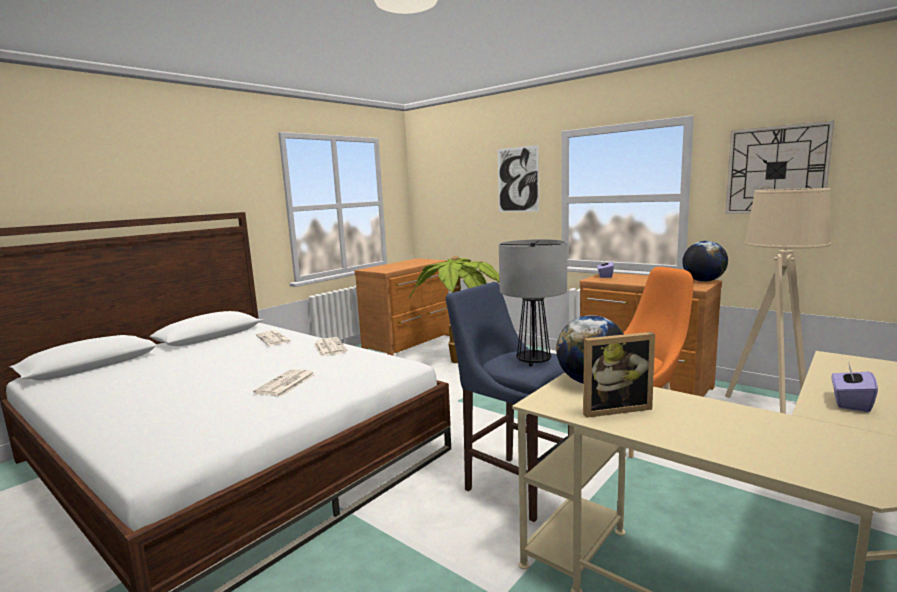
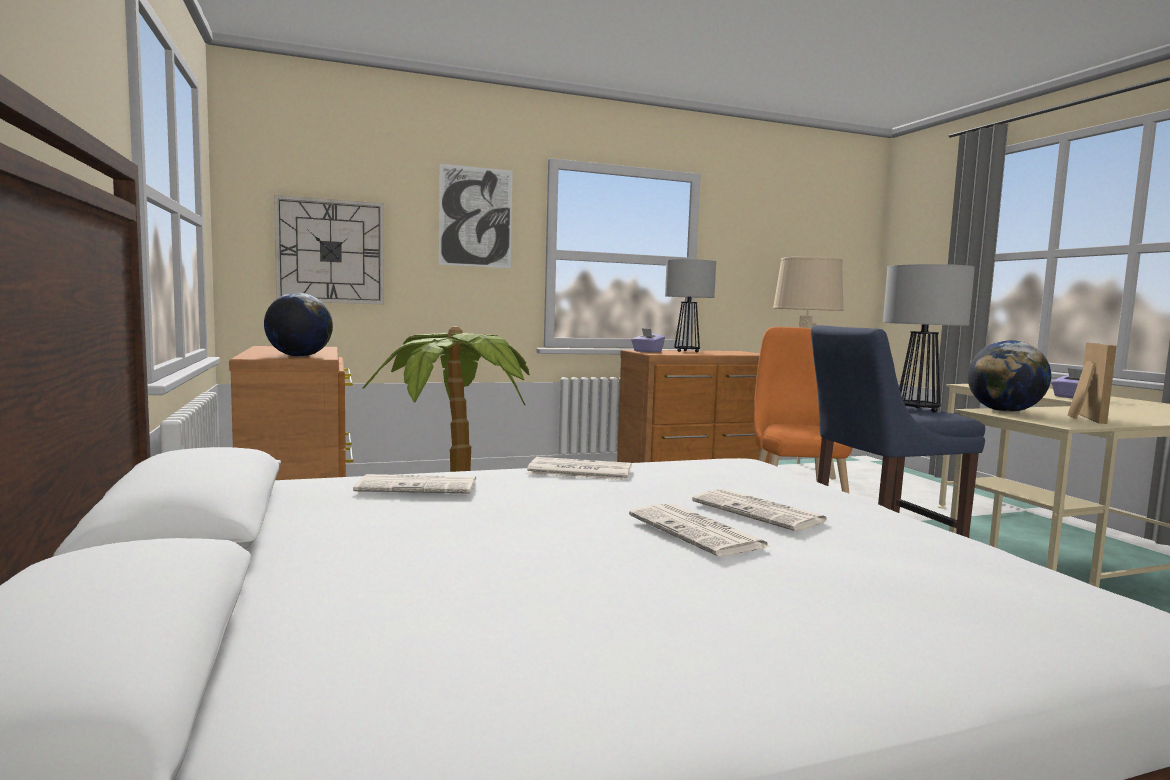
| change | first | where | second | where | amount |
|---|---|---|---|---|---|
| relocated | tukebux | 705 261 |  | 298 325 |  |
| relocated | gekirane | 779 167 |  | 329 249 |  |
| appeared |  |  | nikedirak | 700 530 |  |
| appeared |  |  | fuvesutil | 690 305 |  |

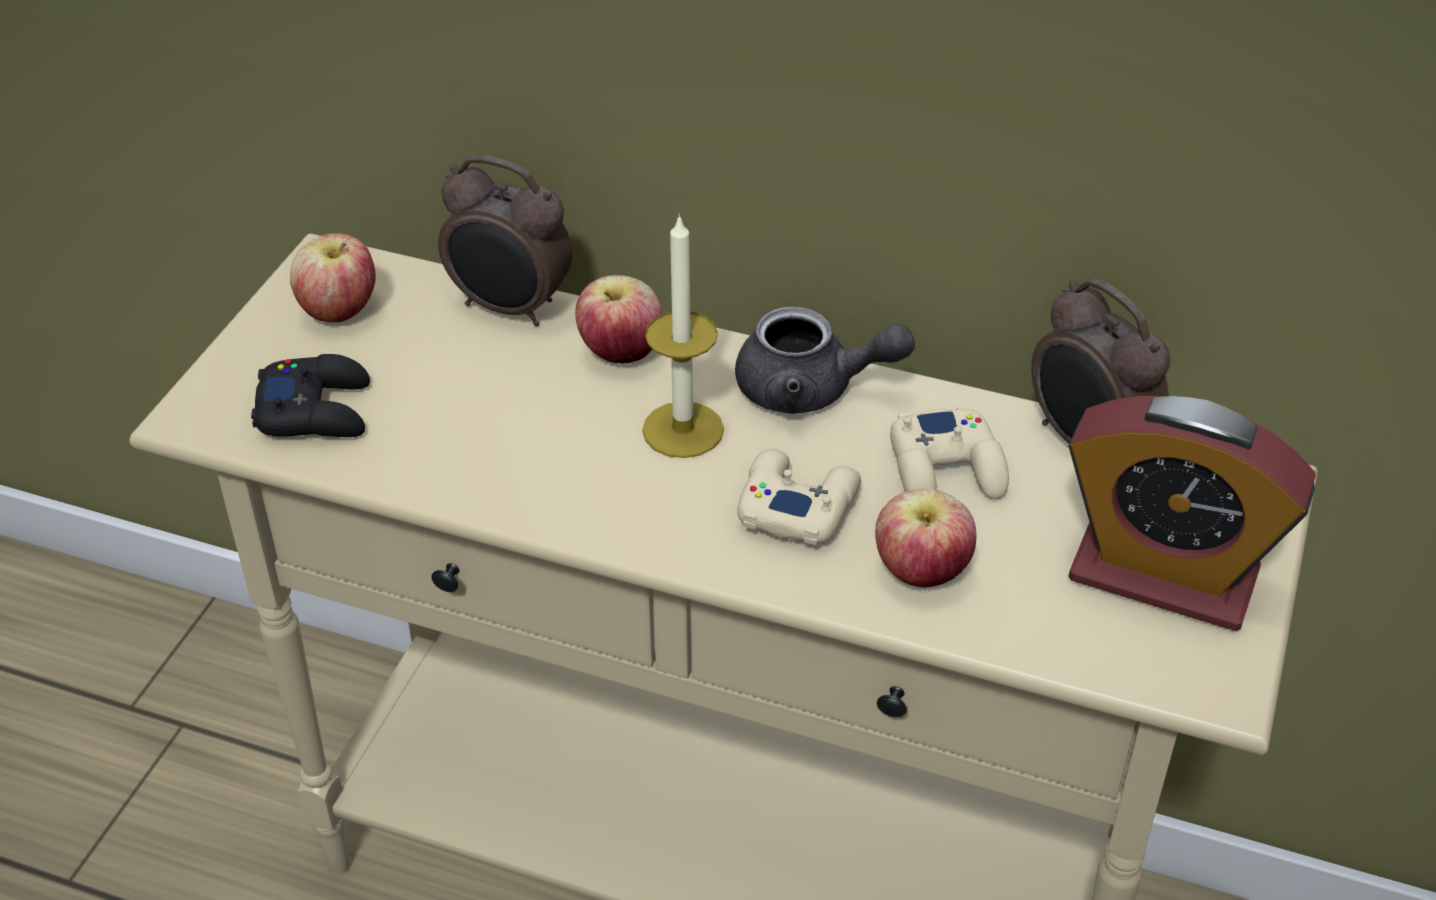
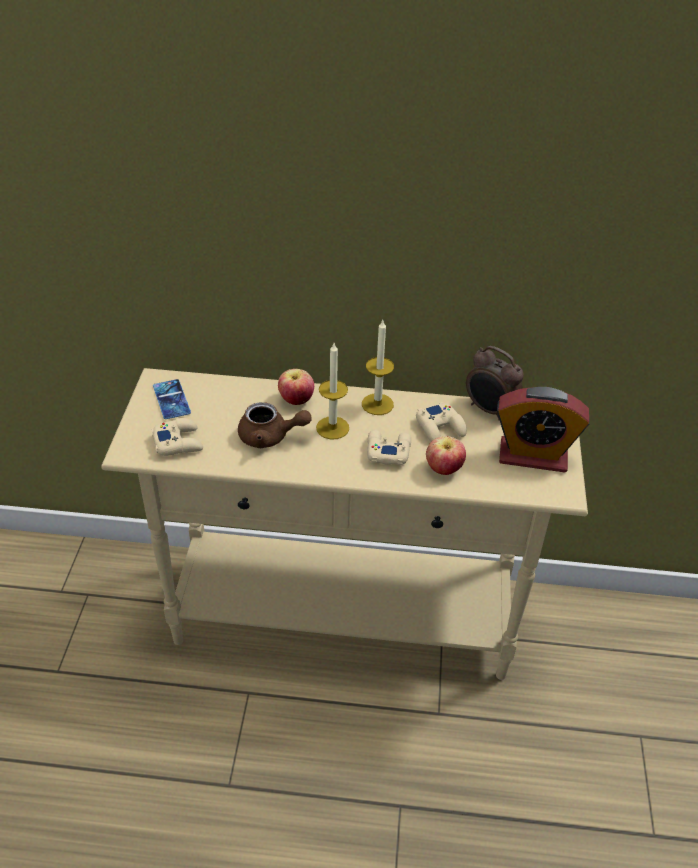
| change | first | where | second | where | amount |
|---|---|---|---|---|---|
| colour | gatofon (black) | 310 395 | gatofon (beige) | 177 437 |  |
| exchanged | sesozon | 333 277 | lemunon | 172 399 |  |
| appeared |  |  | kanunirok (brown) | 275 425 |  |
| exchanged | kanunirok (grey) | 825 360 | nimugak | 378 367 |  |
| missing | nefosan | 505 240 |  |  |  |

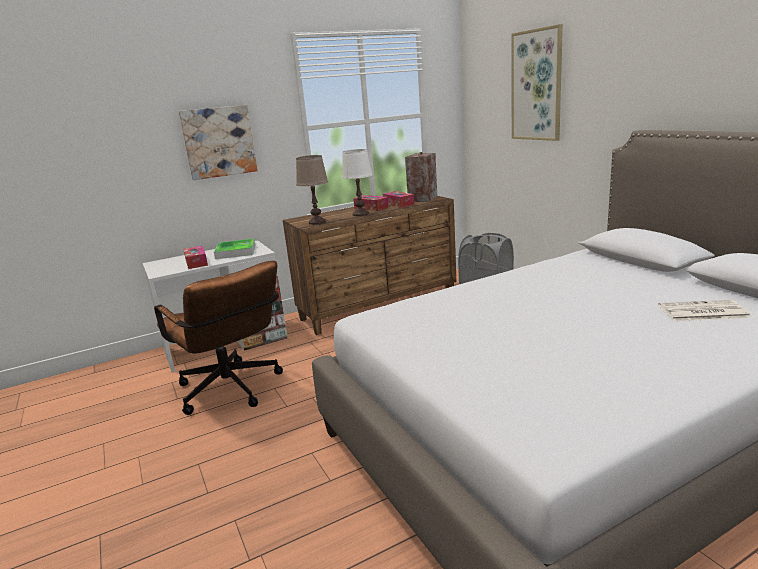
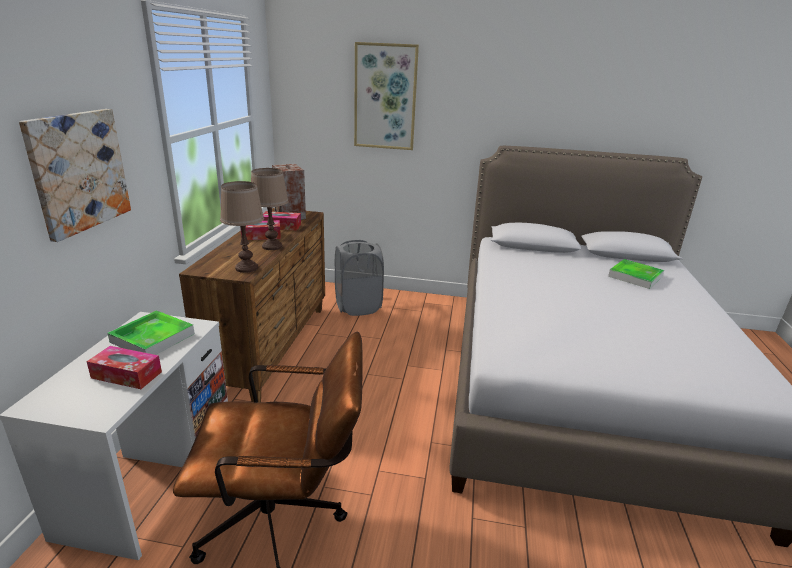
| change | first | where | second | where | amount |
|---|---|---|---|---|---|
| colour | fuvesutil (white) | 357 182 | fuvesutil (brown) | 270 209 |  |
| exchanged | nikedirak | 704 310 | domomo | 636 274 |  |

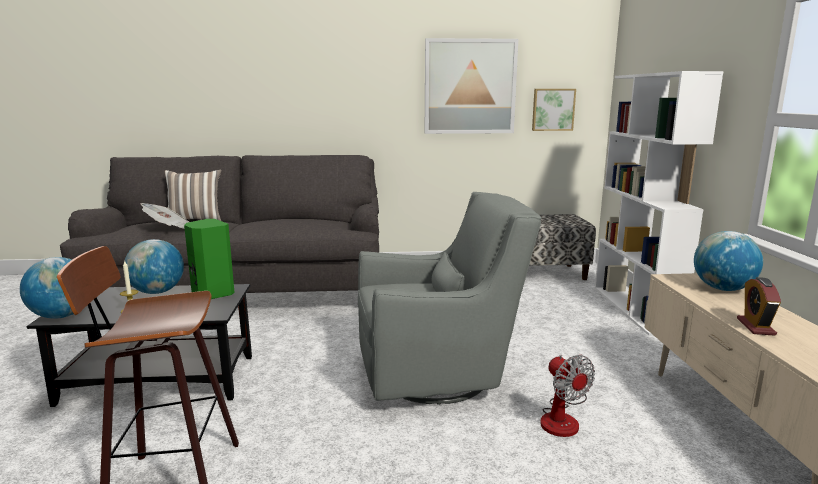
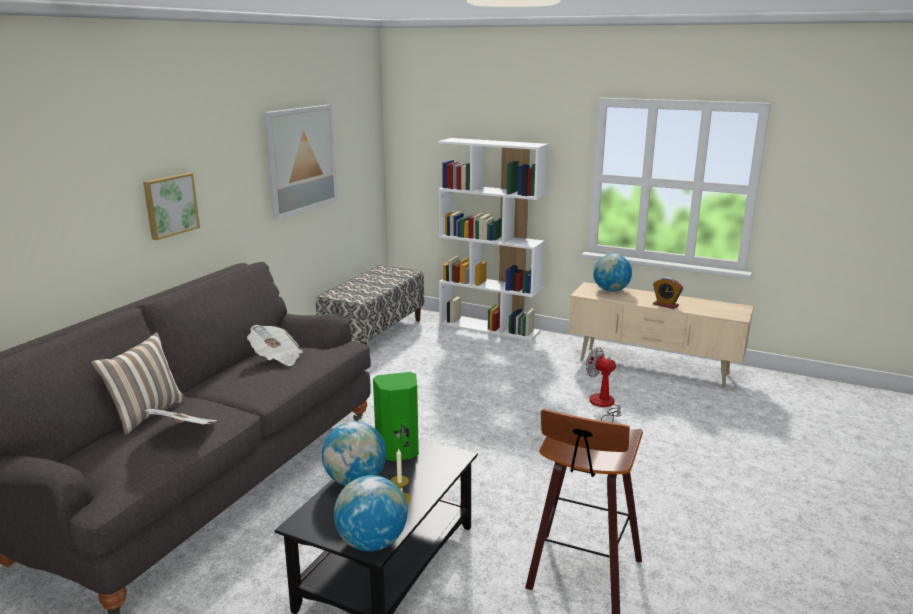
| change | first | where | second | where | amount |
|---|---|---|---|---|---|
| relocated | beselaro | 554 110 |  | 171 206 |  |
| appeared |  |  | nikedirak | 275 345 |  |
| spun | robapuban | 567 395 |  | 603 385 | 150 degrees counterclockwise |
| missing | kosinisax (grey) | 450 298 |  |  |  |

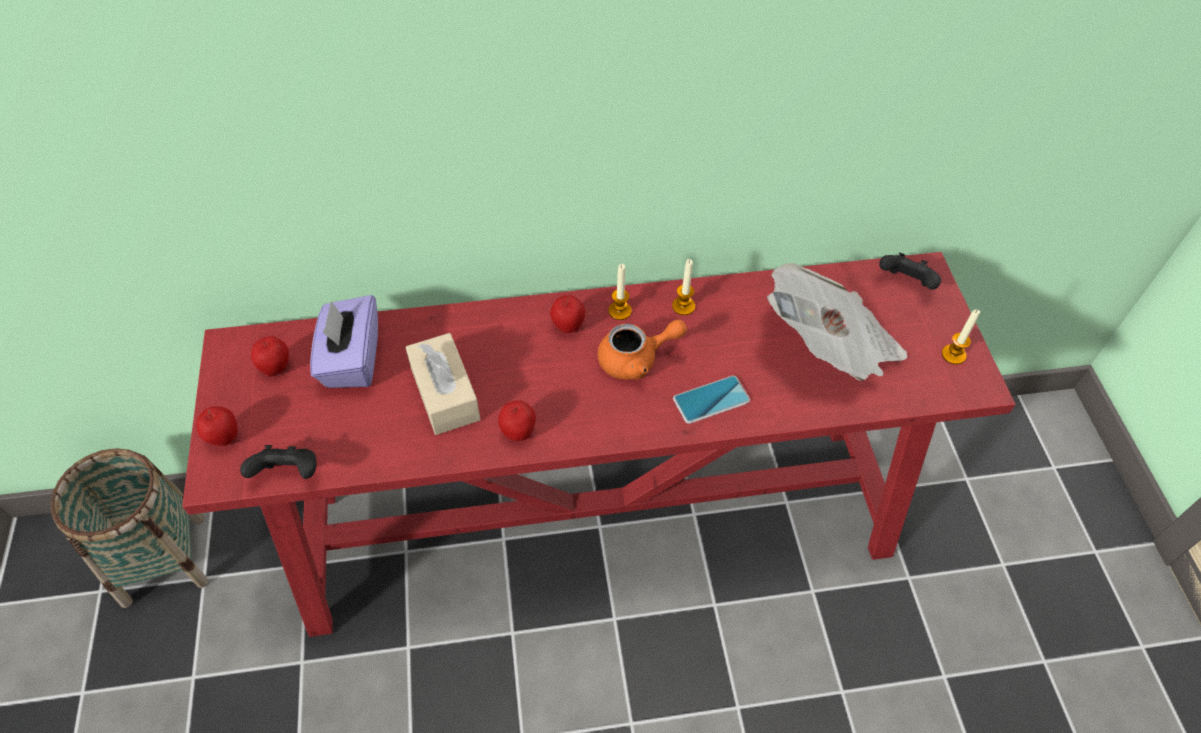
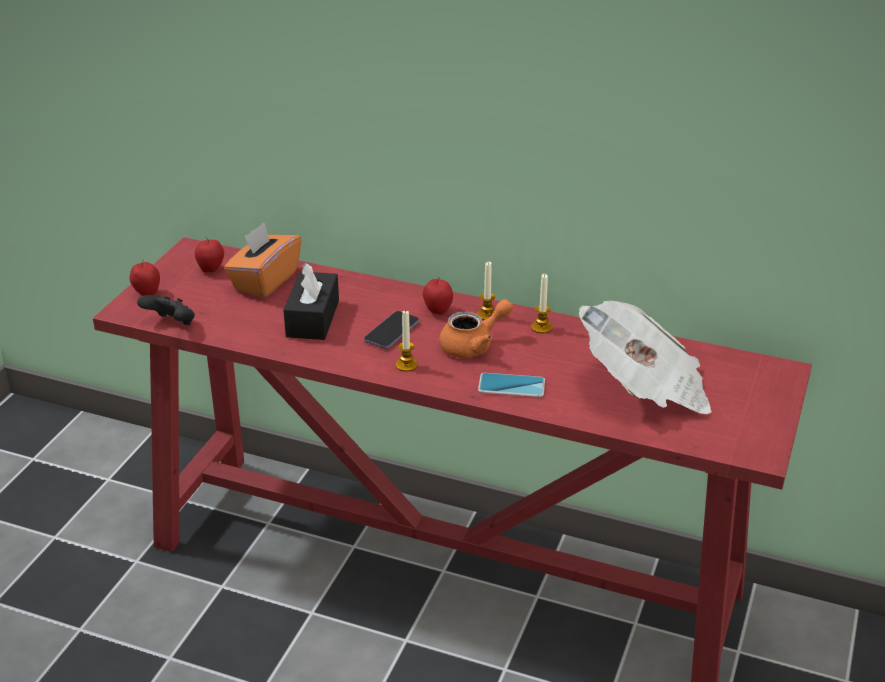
| change | first | where | second | where | amount |
|---|---|---|---|---|---|
| colour | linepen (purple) | 344 341 | linepen (orange) | 262 260 |  |
| colour | linepen (beige) | 443 384 | linepen (black) | 311 301 |  |
| appeared |  |  | lemunon | 391 330 |  |
| relocated | nimugak | 961 337 |  | 407 341 |  |
| spun | kanunirok (orange) | 642 349 |  | 476 328 | 45 degrees counterclockwise |
| missing | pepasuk | 129 528 |  |  |  |
| missing | sesozon | 517 420 |  |  |  |
| missing | gatofon (black) | 910 271 |  |  |  |

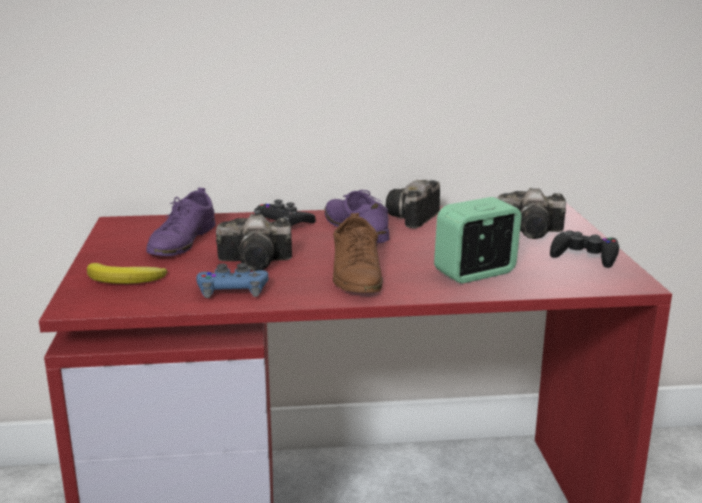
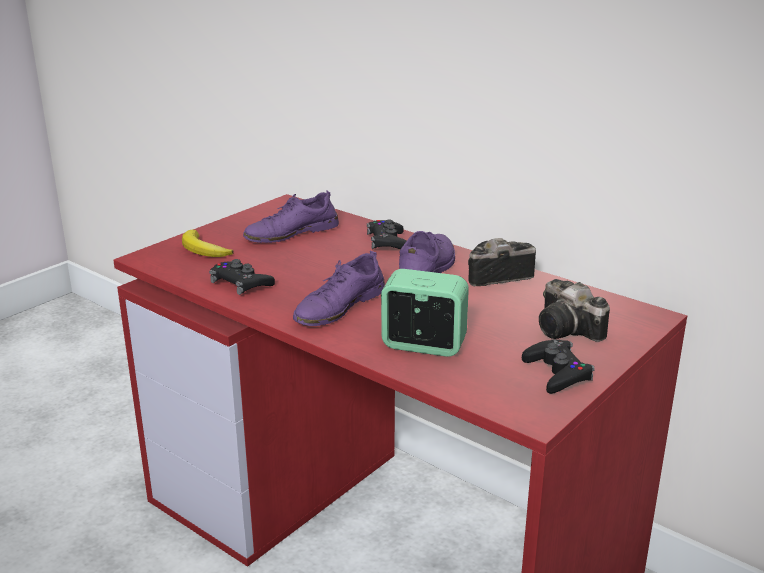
| change | first | where | second | where | amount |
|---|---|---|---|---|---|
| colour | gatofon (blue) | 232 280 | gatofon (black) | 242 277 |  |
| colour | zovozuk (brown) | 358 253 | zovozuk (purple) | 339 288 |  |
| missing | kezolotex | 254 242 |  |  |  |

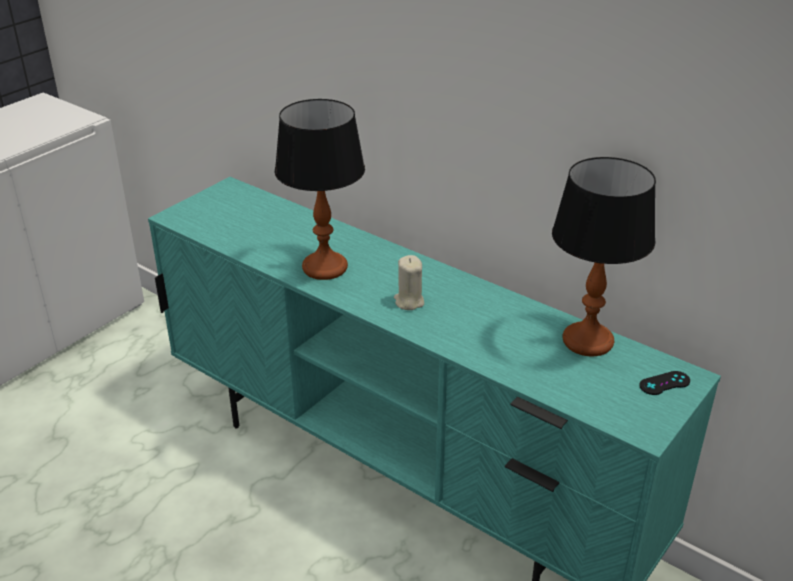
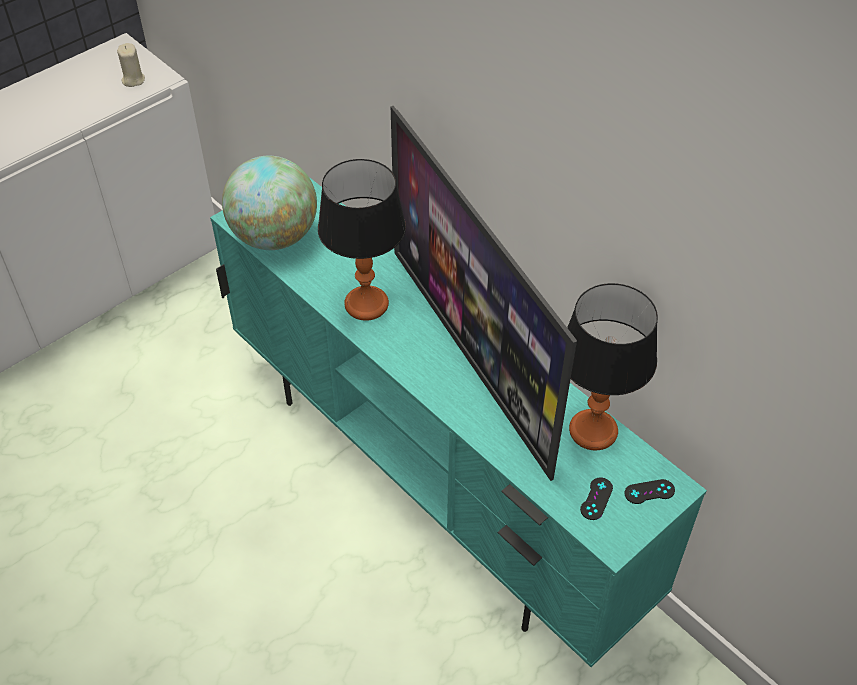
| change | first | where | second | where | amount |
|---|---|---|---|---|---|
| relocated | nimugak (beige) | 409 282 |  | 131 65 |  |
| appeared |  |  | tukebux | 269 203 |  |
| appeared |  |  | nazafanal | 484 293 |  |
| appeared |  |  | gatofon (black) | 596 498 |  |

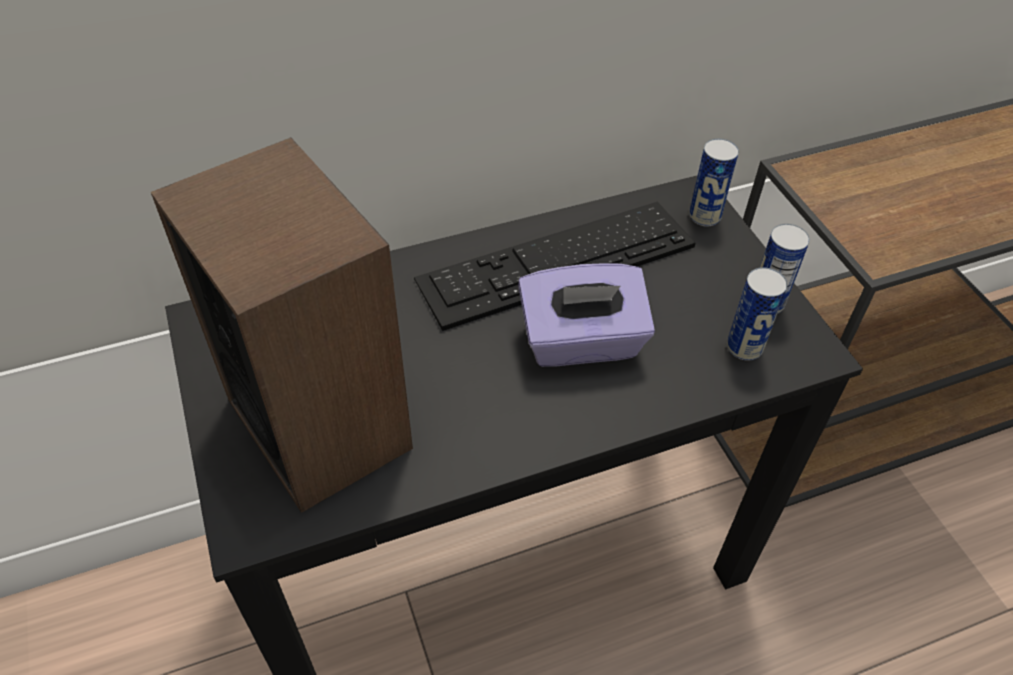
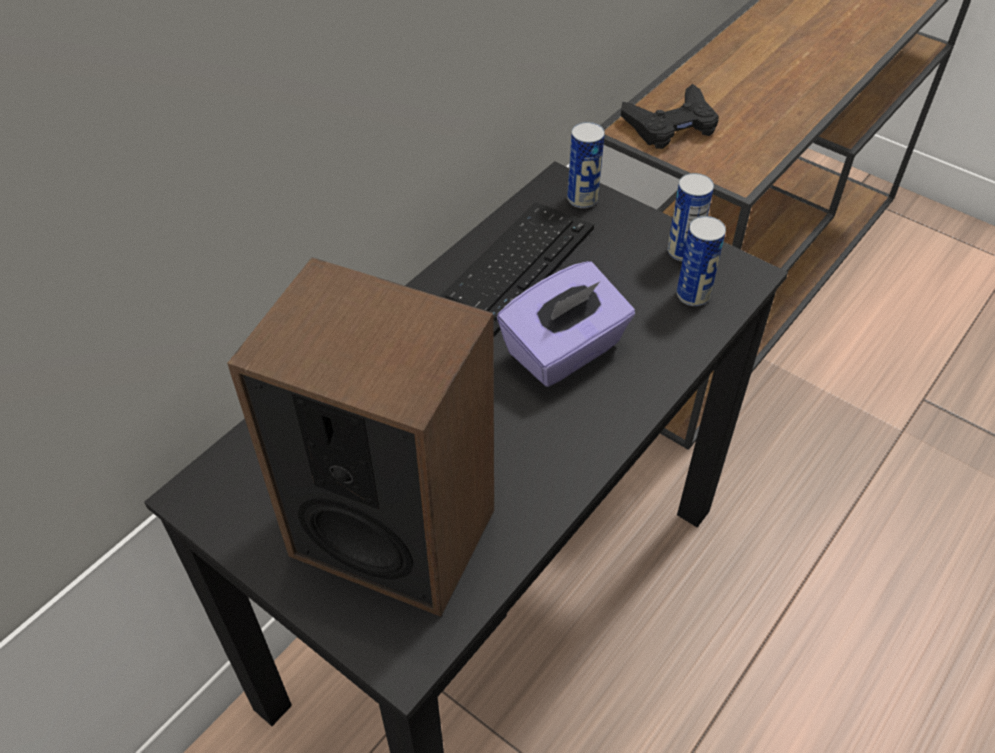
| change | first | where | second | where | amount |
|---|---|---|---|---|---|
| appeared |  |  | gatofon (black) | 670 116 |  |

